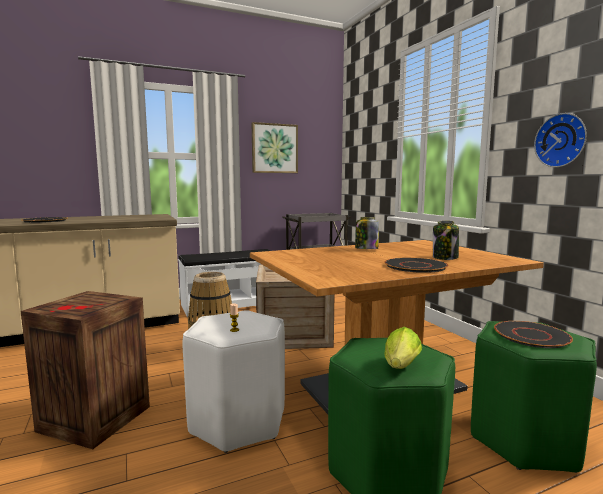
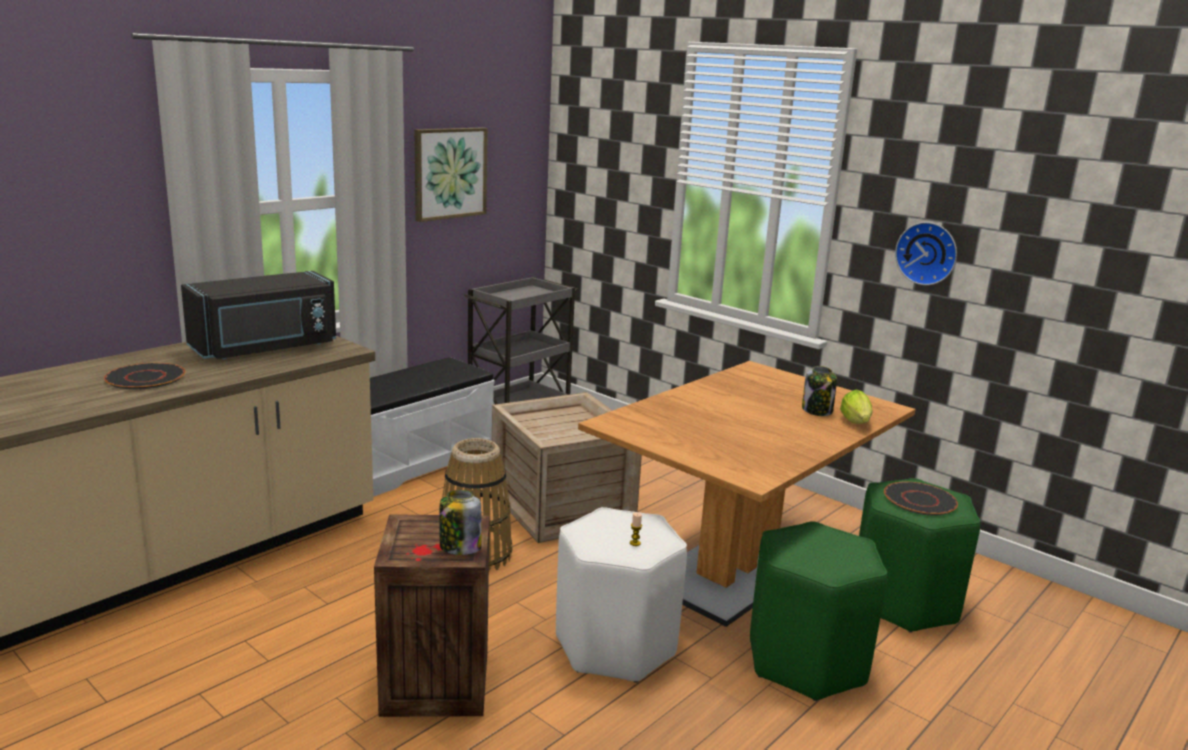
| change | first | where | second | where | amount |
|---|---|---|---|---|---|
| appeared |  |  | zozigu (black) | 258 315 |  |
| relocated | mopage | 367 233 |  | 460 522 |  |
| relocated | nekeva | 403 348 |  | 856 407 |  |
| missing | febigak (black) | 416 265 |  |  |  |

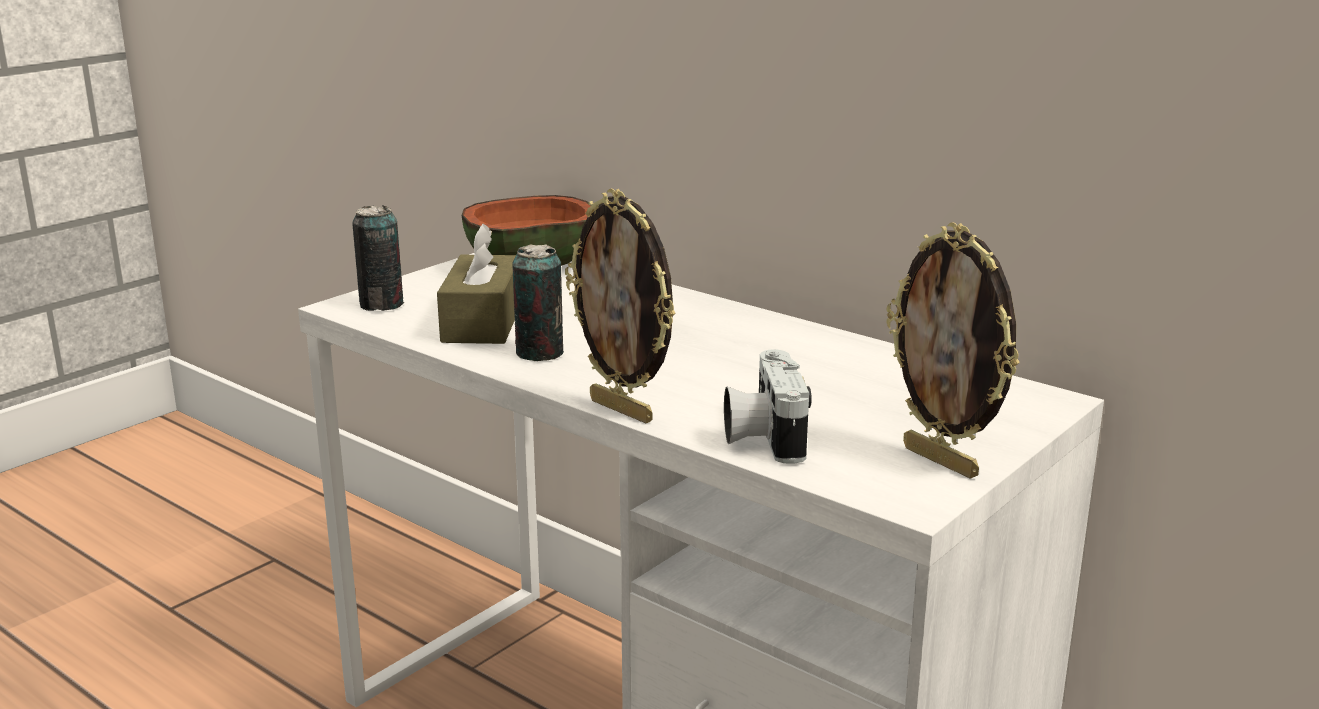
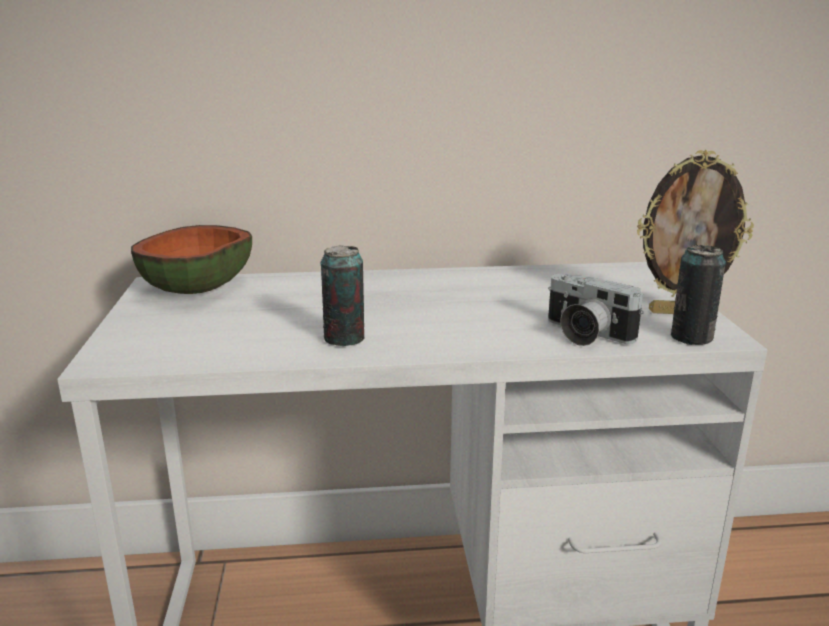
| change | first | where | second | where | amount |
|---|---|---|---|---|---|
| relocated | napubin | 378 258 |  | 698 294 |  |
| missing | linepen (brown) | 476 284 |  |  |  |
| missing | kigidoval | 620 306 |  |  |  |

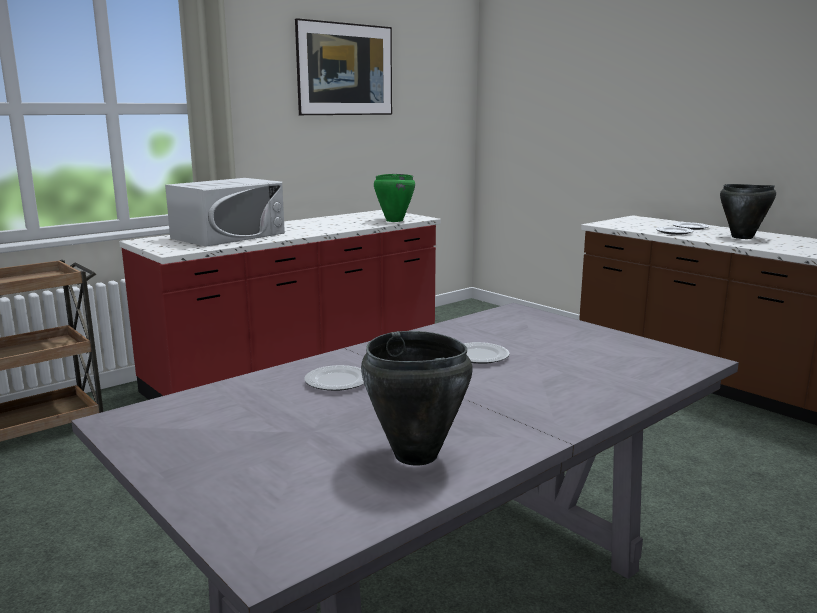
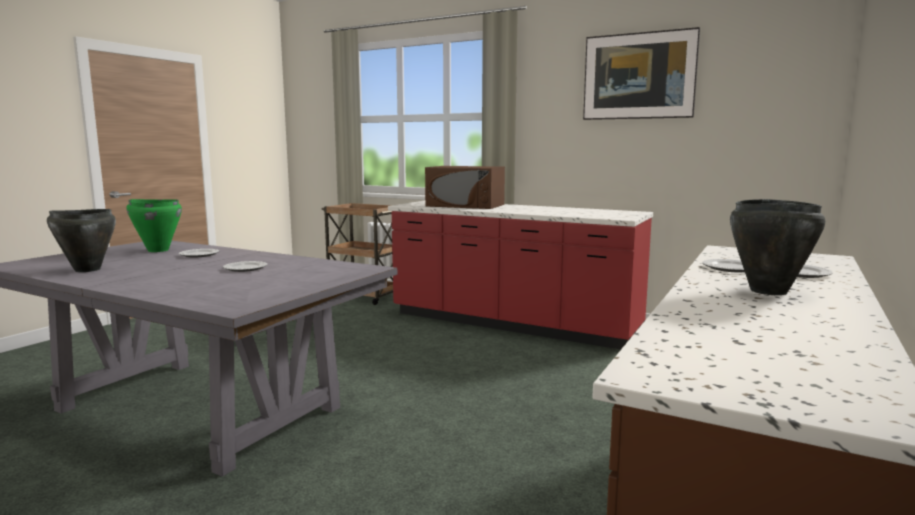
| change | first | where | second | where | amount |
|---|---|---|---|---|---|
| relocated | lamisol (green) | 394 198 |  | 154 225 |  |
| colour | zozigu (white) | 225 212 | zozigu (brown) | 465 187 |  |

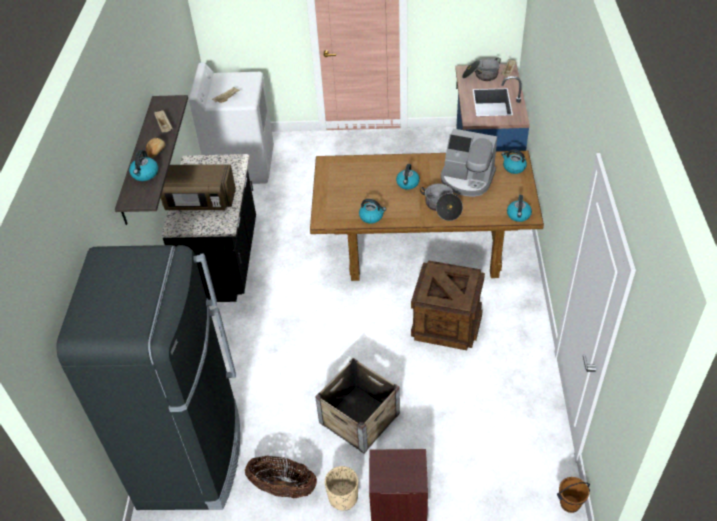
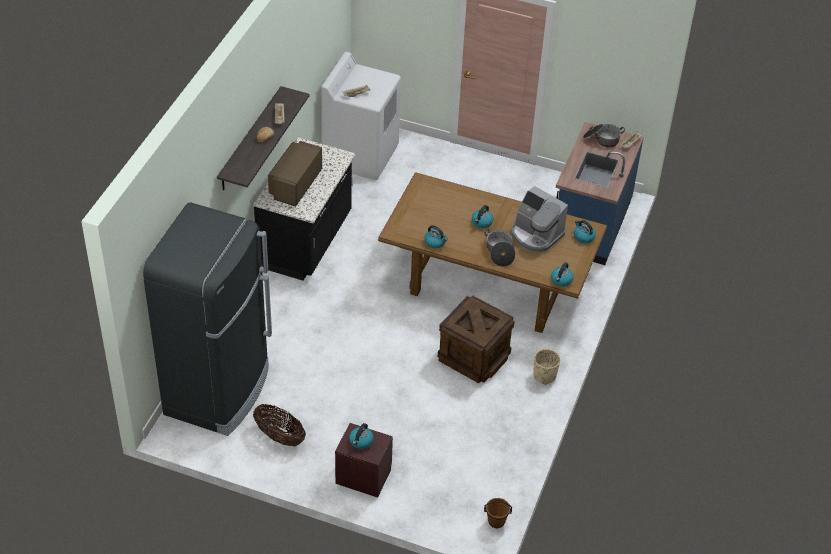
| change | first | where | second | where | amount |
|---|---|---|---|---|---|
| spun | zozigu (brown) | 198 187 |  | 295 174 | 90 degrees clockwise |
| relocated | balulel | 143 165 |  | 361 436 |  |
| relocated | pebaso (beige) | 341 488 |  | 546 366 |  |
| missing | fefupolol | 357 406 |  |  |  |

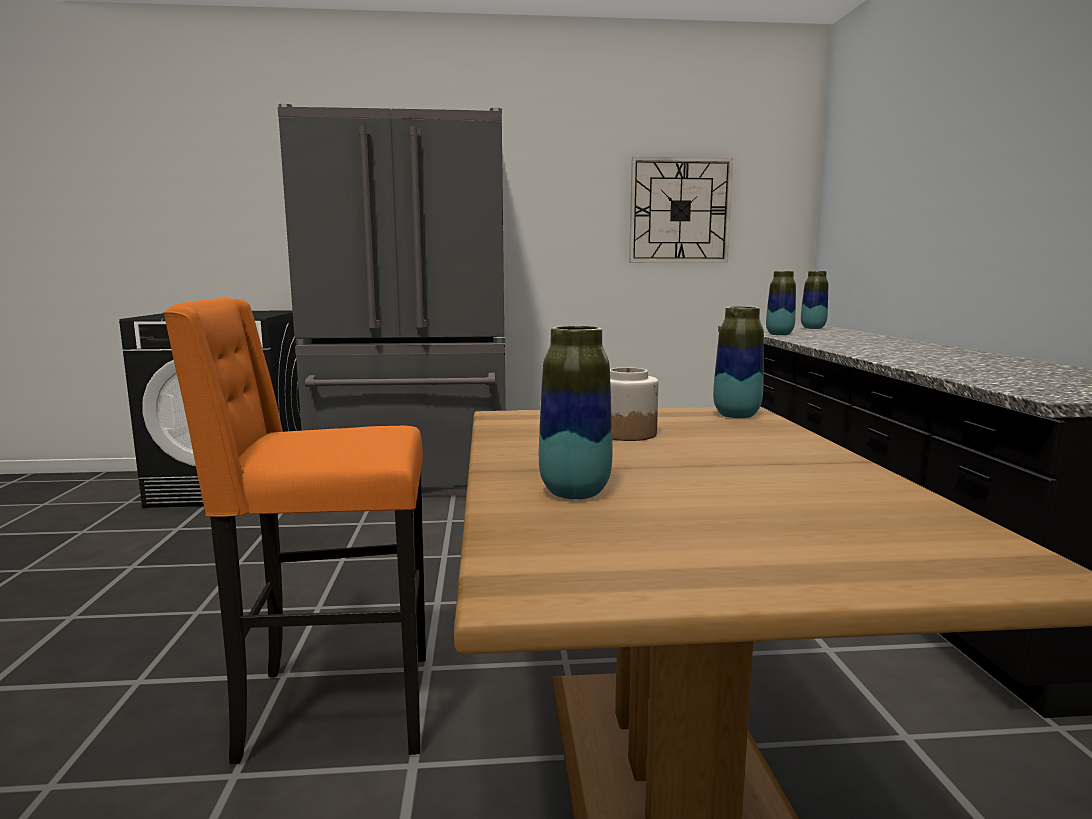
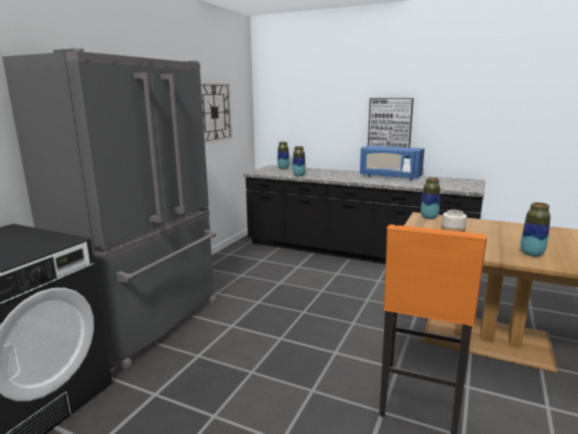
| change | first | where | second | where | amount |
|---|---|---|---|---|---|
| appeared |  |  | zozigu (blue) | 392 163 |  |
| appeared |  |  | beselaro | 391 123 |  |

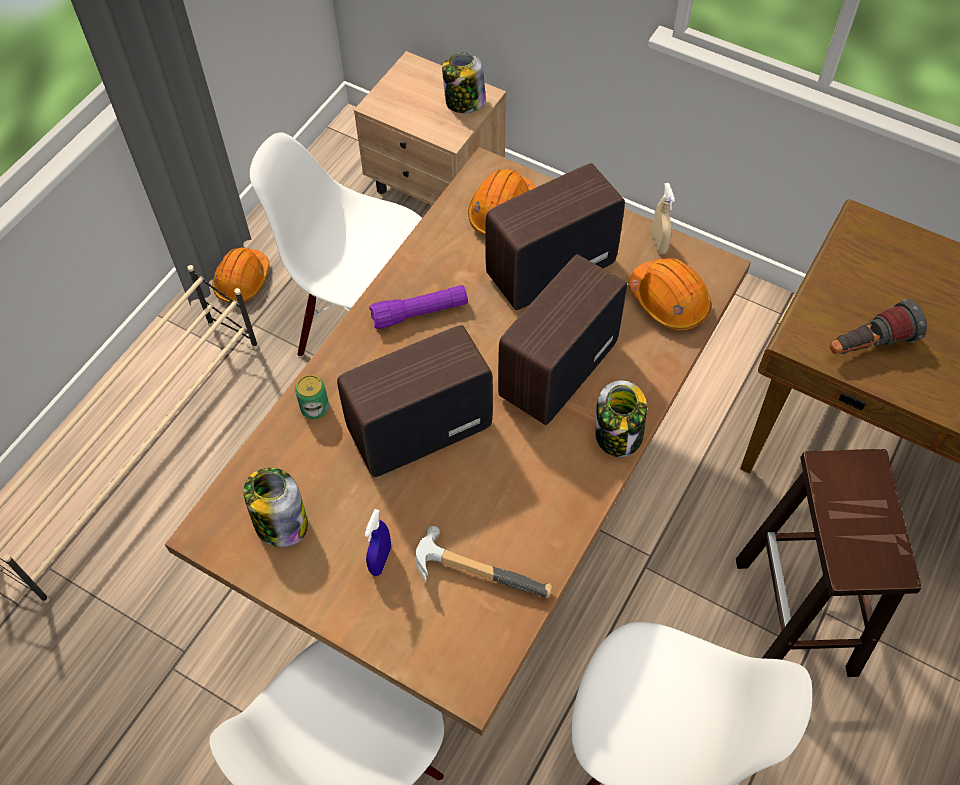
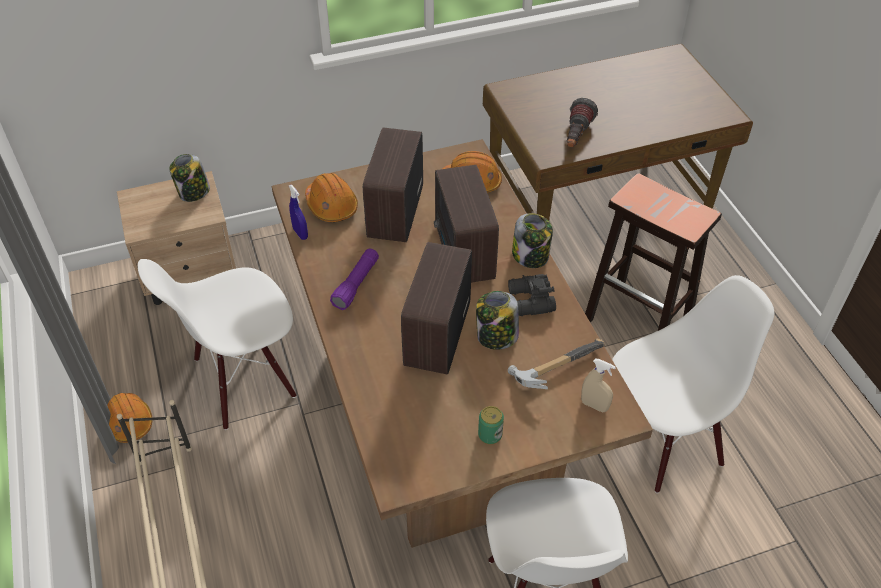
| change | first | where | second | where | amount |
|---|---|---|---|---|---|
| relocated | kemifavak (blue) | 377 542 |  | 298 212 |  |
| relocated | mopage | 276 508 |  | 497 320 |  |
| relocated | napubin | 312 397 |  | 491 425 |  |
| appeared |  |  | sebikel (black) | 532 295 |  |
| relocated | kemifavak (beige) | 663 218 |  | 598 385 |  |

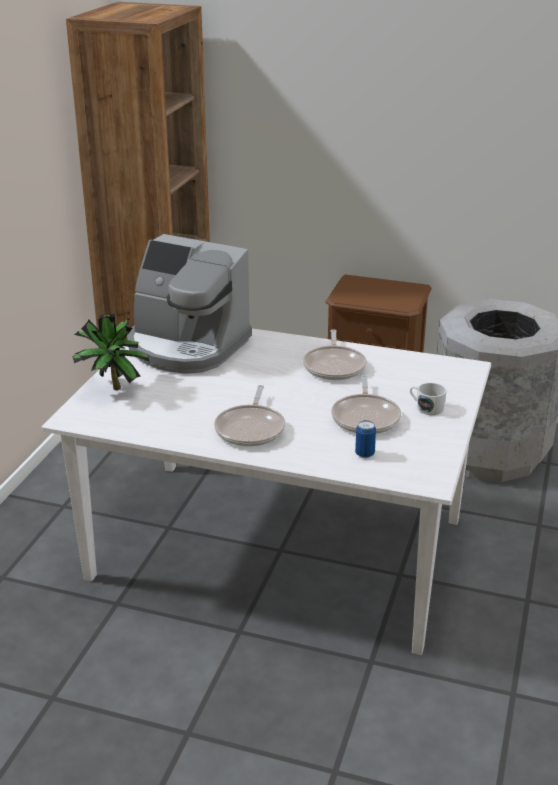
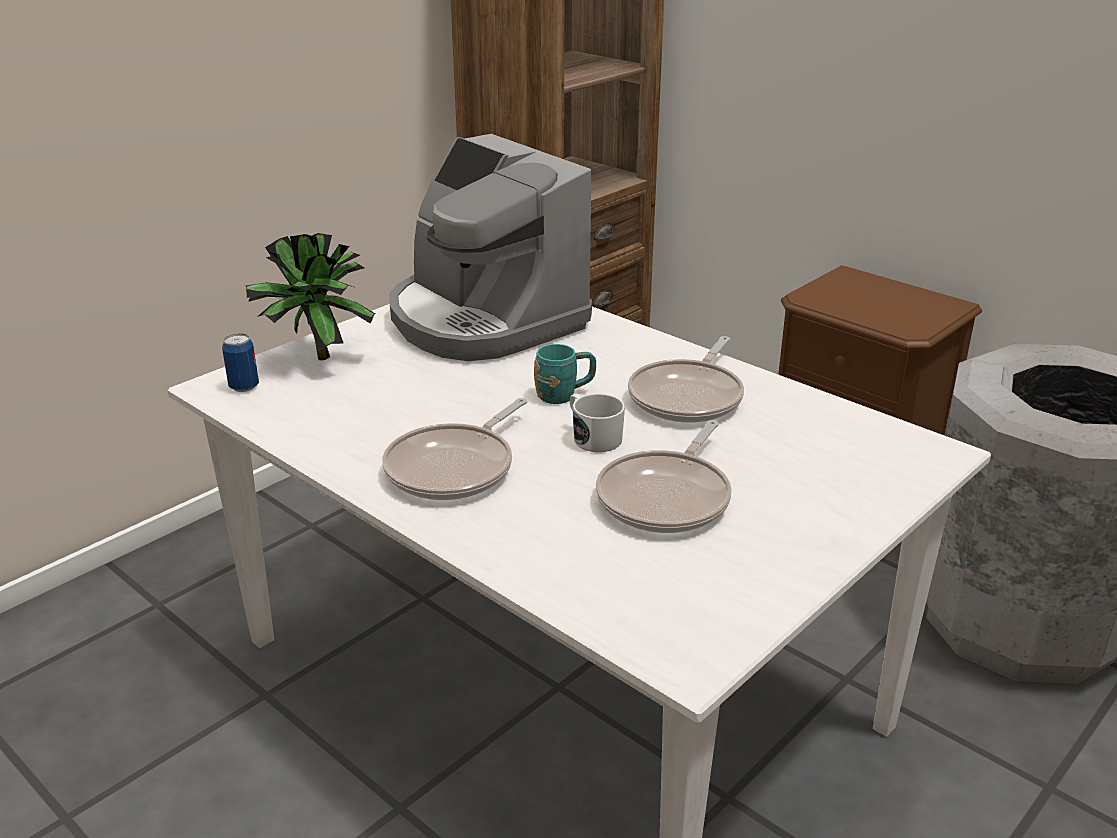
| change | first | where | second | where | amount |
|---|---|---|---|---|---|
| relocated | napubin | 365 439 |  | 240 362 |  |
| appeared |  |  | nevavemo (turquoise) | 565 374 |  |
| relocated | nevavemo (white) | 428 399 |  | 597 422 |  |

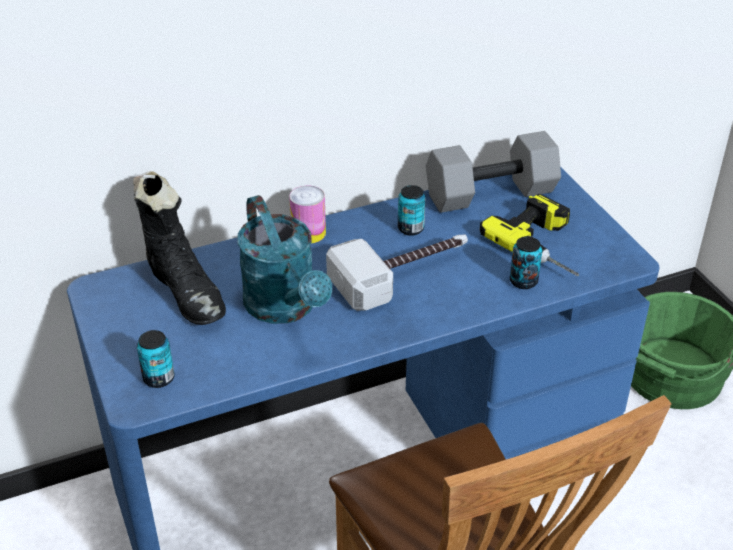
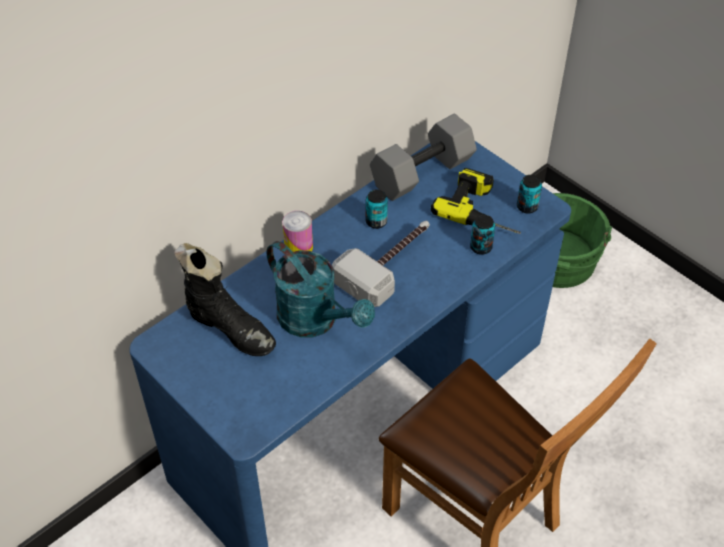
| change | first | where | second | where | amount |
|---|---|---|---|---|---|
| relocated | napubin | 156 359 |  | 529 194 |  |

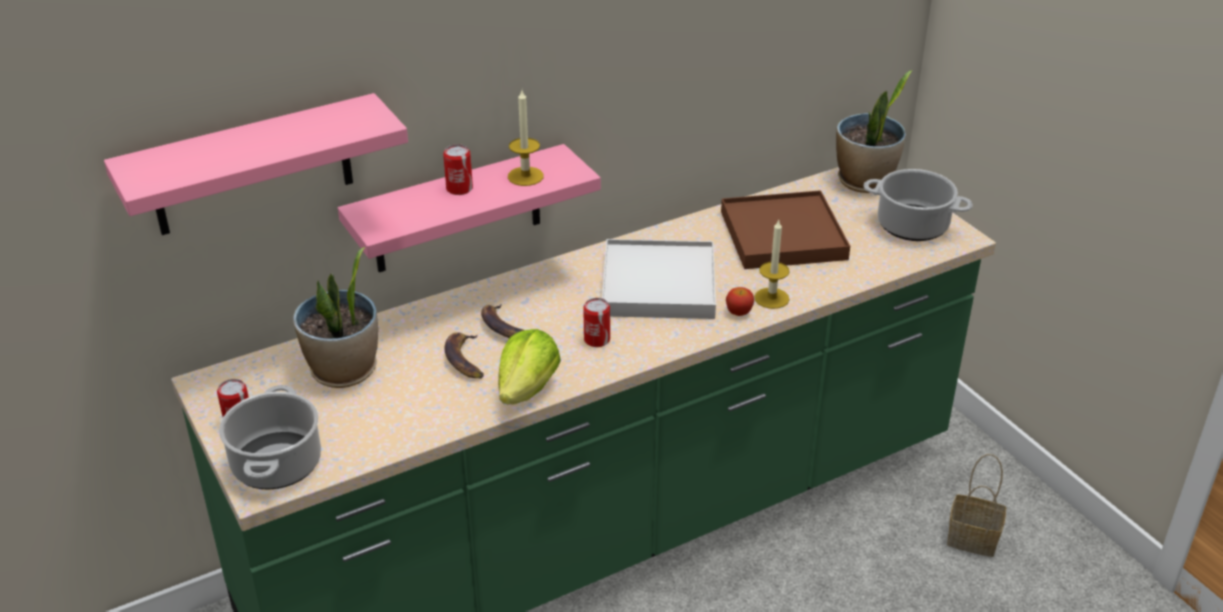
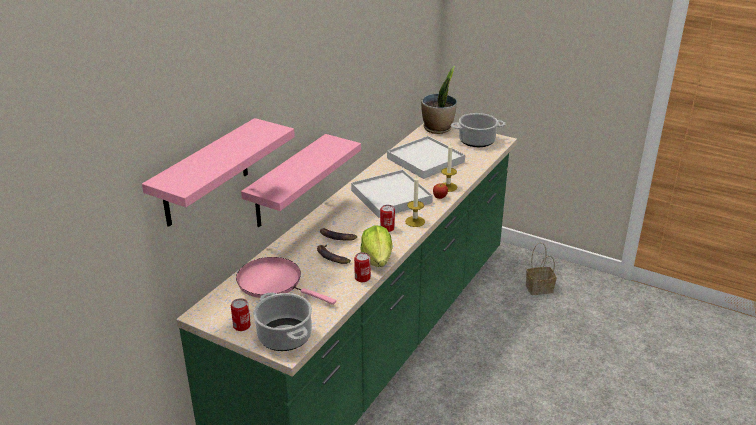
| change | first | where | second | where | amount |
|---|---|---|---|---|---|
| exchanged | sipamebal | 335 317 | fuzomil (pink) | 286 281 |  |
| relocated | napubin | 458 169 |  | 362 267 |  |
| colour | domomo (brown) | 785 229 | domomo (white) | 426 157 |  |
| relocated | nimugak | 526 138 |  | 415 201 |  |

